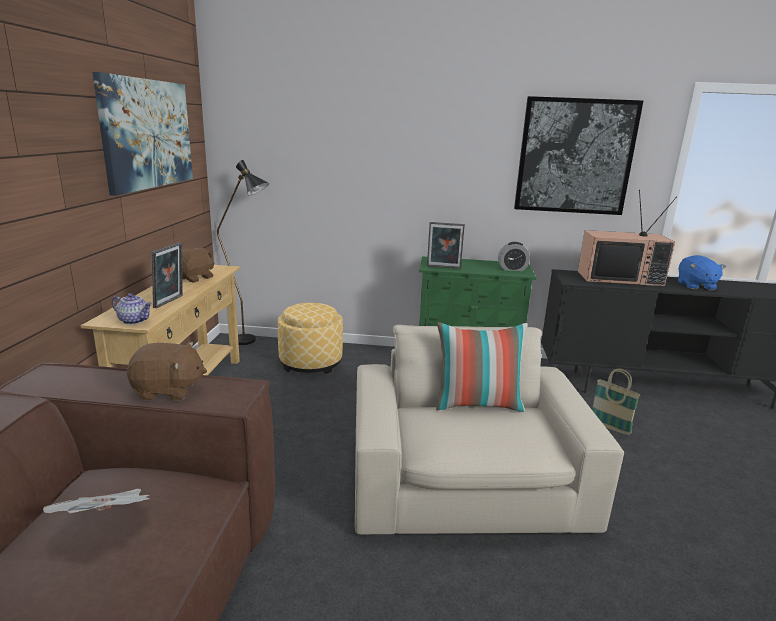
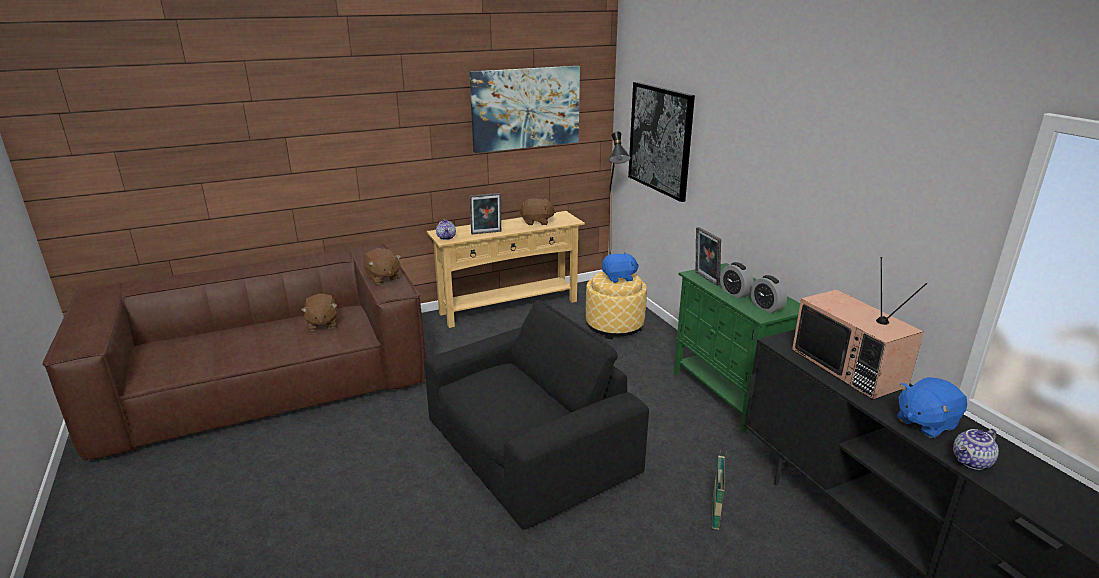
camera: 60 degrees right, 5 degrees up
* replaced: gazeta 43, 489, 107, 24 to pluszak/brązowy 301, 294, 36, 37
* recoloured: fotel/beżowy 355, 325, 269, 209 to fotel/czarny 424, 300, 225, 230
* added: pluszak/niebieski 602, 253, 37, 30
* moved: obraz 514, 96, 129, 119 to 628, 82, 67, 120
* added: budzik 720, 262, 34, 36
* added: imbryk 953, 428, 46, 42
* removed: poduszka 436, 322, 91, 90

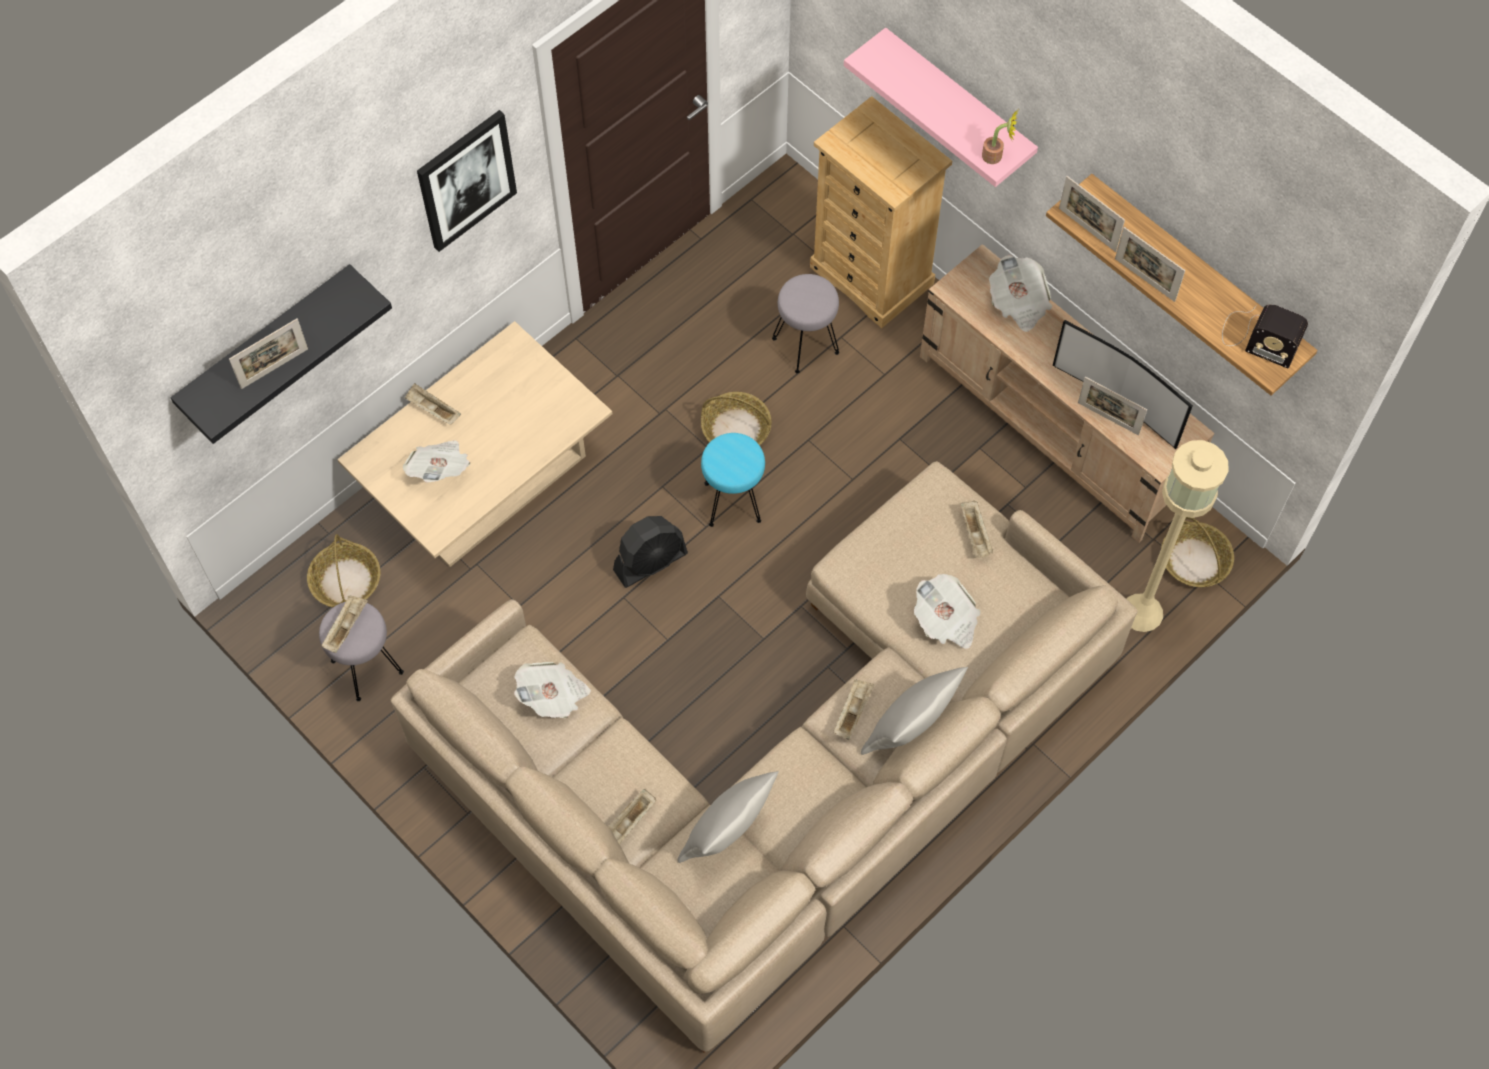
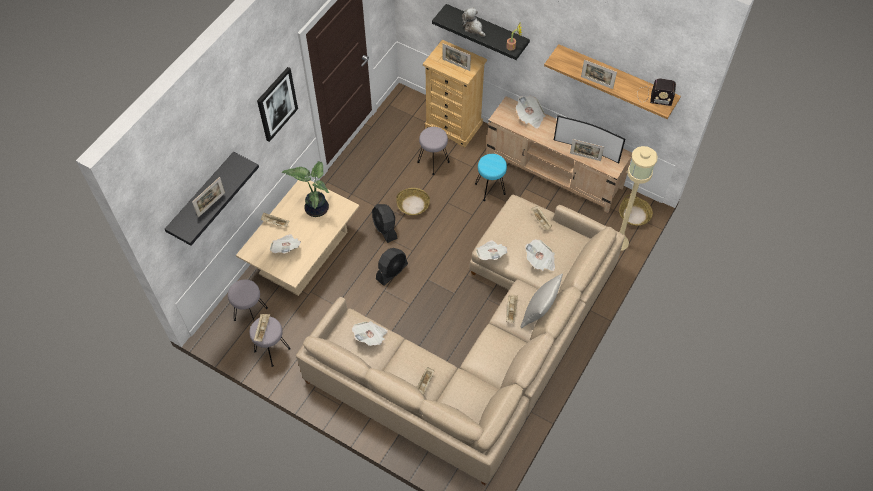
camera: 15 degrees left, 5 degrees down
* replaced: koszyk 307, 534, 73, 73 to stołek/szary 228, 279, 40, 42
* added: roślina doniczkowa 282, 161, 47, 56
* added: wentylator/czarny 372, 204, 25, 39
* recoloured: półka/różowy 844, 28, 194, 159 to półka/czarny 432, 4, 98, 56
* moved: ramka na zdjęcie 1059, 176, 66, 76 to 443, 43, 28, 28
* added: pluszak 462, 8, 24, 29
* moved: stołek/turkusowy 701, 433, 64, 94 to 475, 154, 32, 47
* added: gazeta 476, 240, 31, 20
* removed: poduszka/szary 677, 771, 102, 92

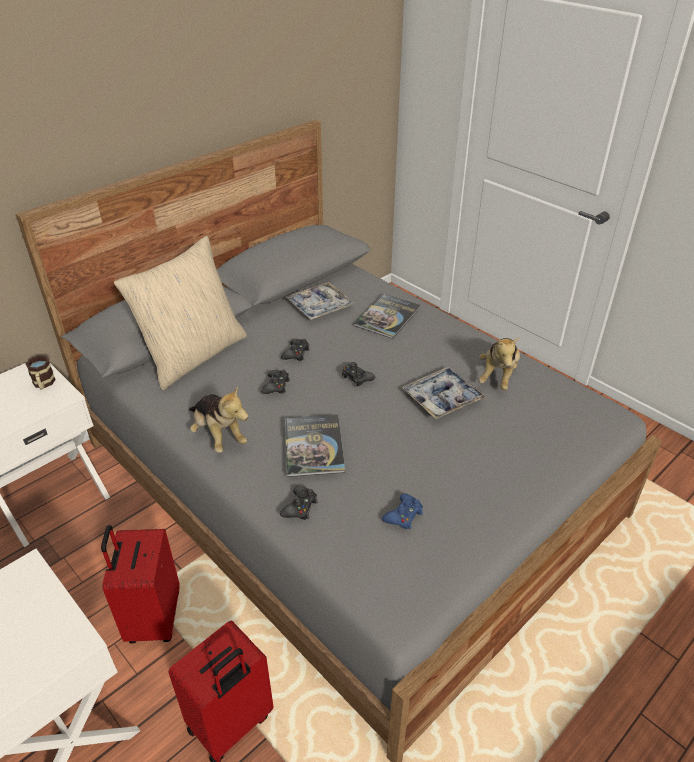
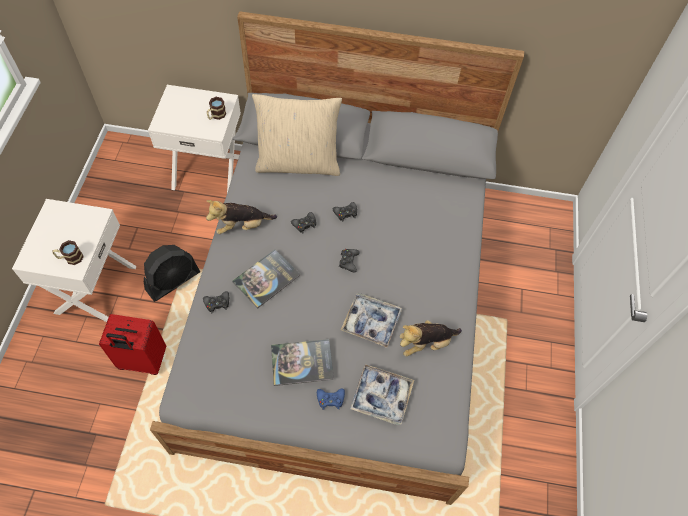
camera: 50 degrees right, 20 degrees up
* added: kubek 53, 240, 31, 25
* replaced: walizka/czerwony 101, 525, 79, 118 to wentylator/czarny 144, 245, 56, 57
* turned: pluszak 189, 385, 60, 68 = 206, 200, 71, 34 60 degrees clockwise
* moved: książka 353, 294, 68, 45 to 271, 339, 63, 47
* moved: pad do gier/niebieski 382, 493, 41, 36 to 317, 389, 28, 21
* moved: taca 285, 282, 69, 38 to 350, 364, 64, 61

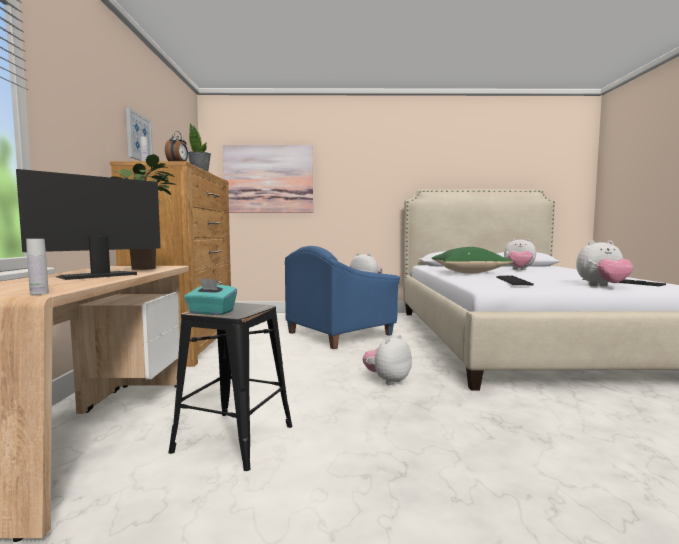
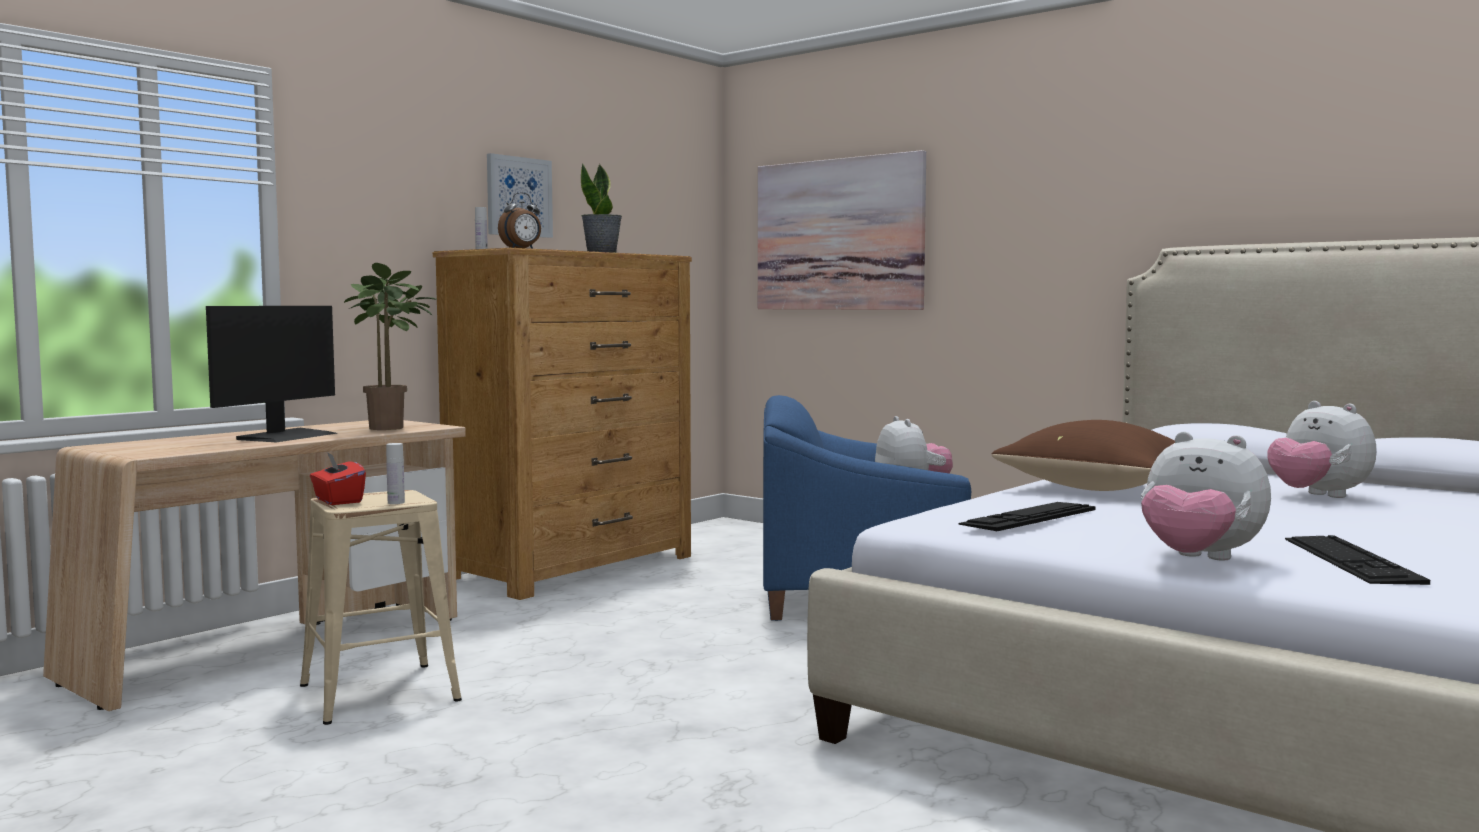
camera: 40 degrees right, 0 degrees up
* turned: monitor 16, 169, 145, 111 = 206, 306, 131, 136 120 degrees clockwise
* recoloured: stołek/czarny 168, 303, 124, 168 to stołek/beżowy 300, 490, 162, 235
* recoloured: pudełko chusteczek/turkusowy 184, 278, 53, 37 to pudełko chusteczek/czerwony 310, 452, 56, 53
* moved: butelka/biały 26, 239, 23, 56 to 386, 443, 19, 61
* recoloured: poduszka/zielony 432, 247, 82, 27 to poduszka/brązowy 992, 420, 183, 71
* removed: pluszak 363, 335, 49, 50

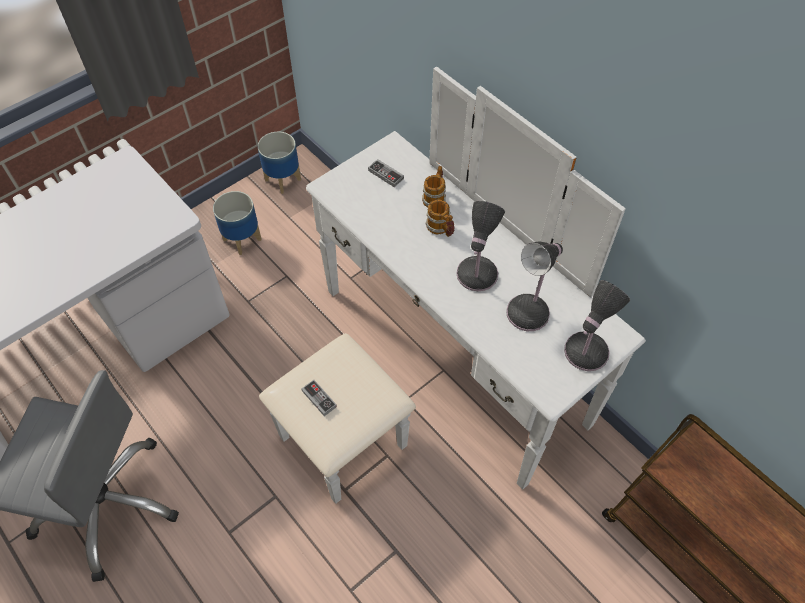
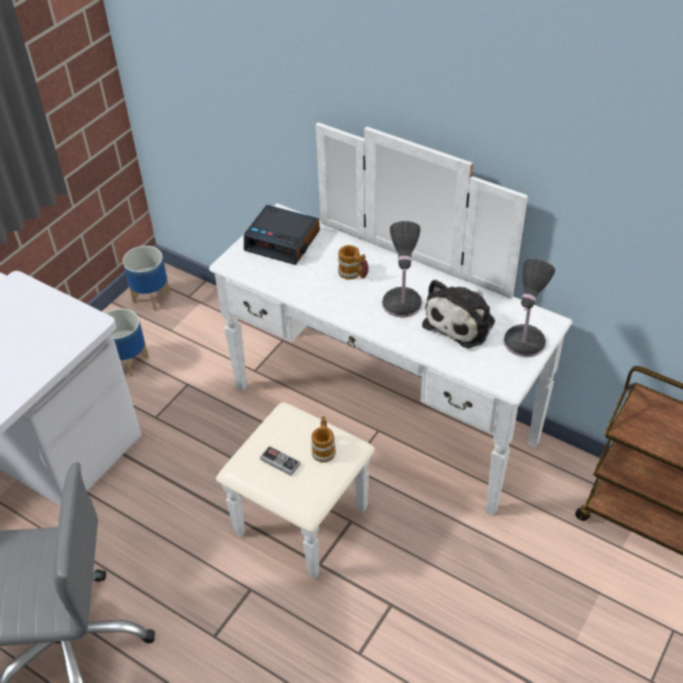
camera: 15 degrees left, 10 degrees down
* replaced: pad do gier 368, 159, 36, 28 to budzik 244, 205, 76, 60
* moved: kubek 422, 166, 24, 41 to 311, 417, 25, 45
* replaced: lampa stołowa 506, 242, 57, 89 to pluszak 422, 280, 73, 68

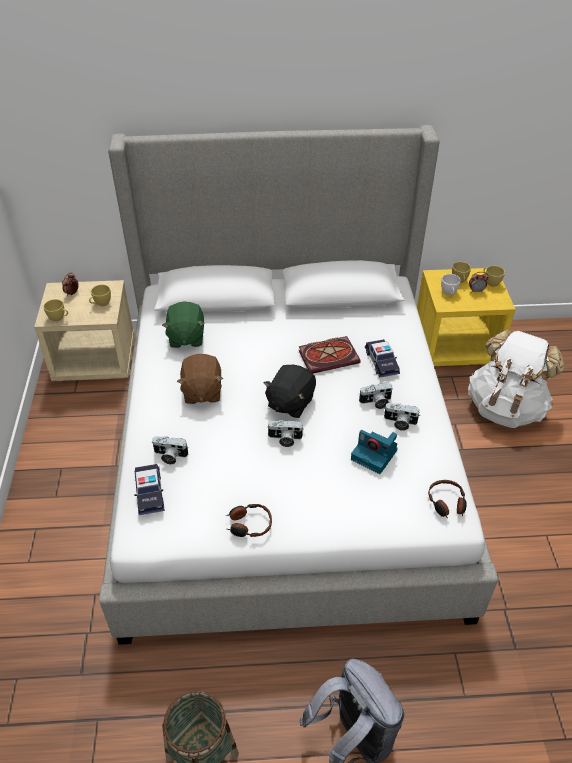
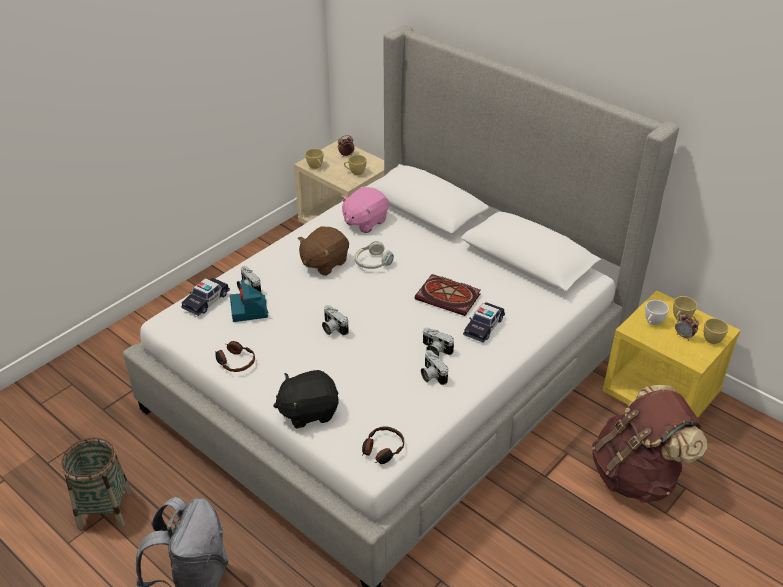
camera: 45 degrees right, 5 degrees down
* moved: aparat fotograficzny 351, 430, 47, 44 to 230, 279, 38, 43
* moved: pluszak/czarny 264, 365, 52, 53 to 273, 370, 66, 59
* recoloured: pluszak/zielony 162, 302, 43, 46 to pluszak/różowy 341, 187, 48, 46
* added: słuchawki 355, 241, 39, 28
* recoloured: plecak/biały 468, 329, 96, 99 to plecak/brązowy 592, 385, 115, 118

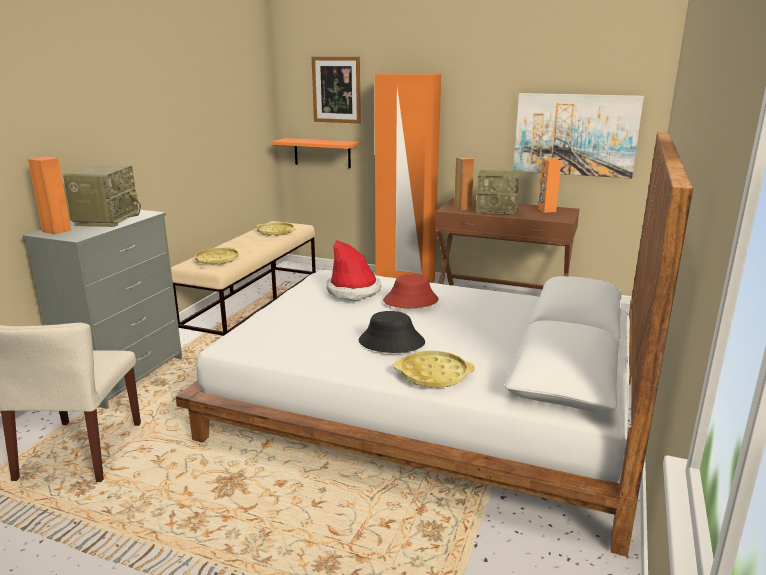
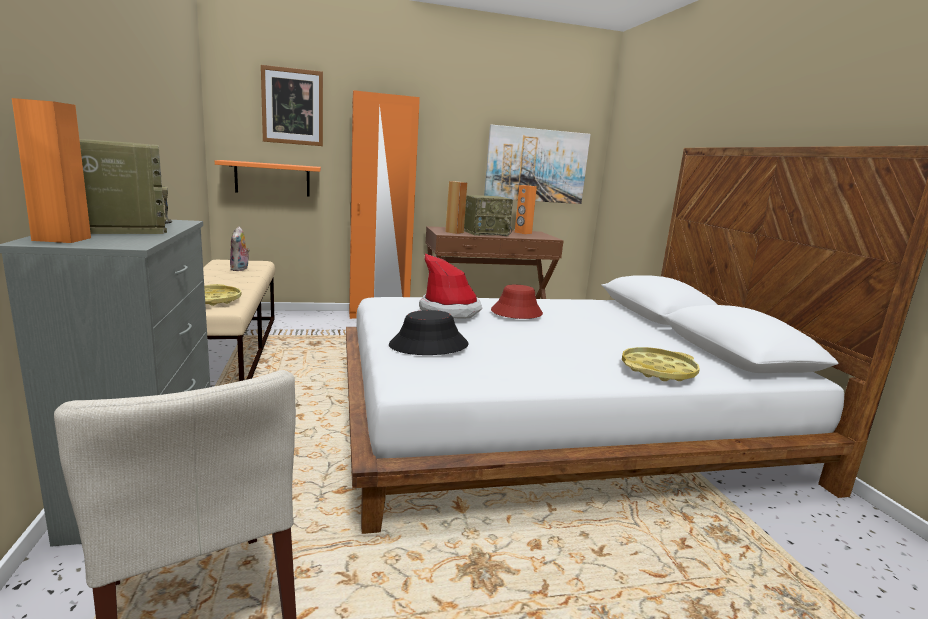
camera: 35 degrees left, 5 degrees down
* replaced: taca/żółty 256, 222, 40, 14 to pluszak 230, 227, 20, 44
* moved: kapelusz/czarny 359, 311, 66, 42 to 389, 310, 80, 45

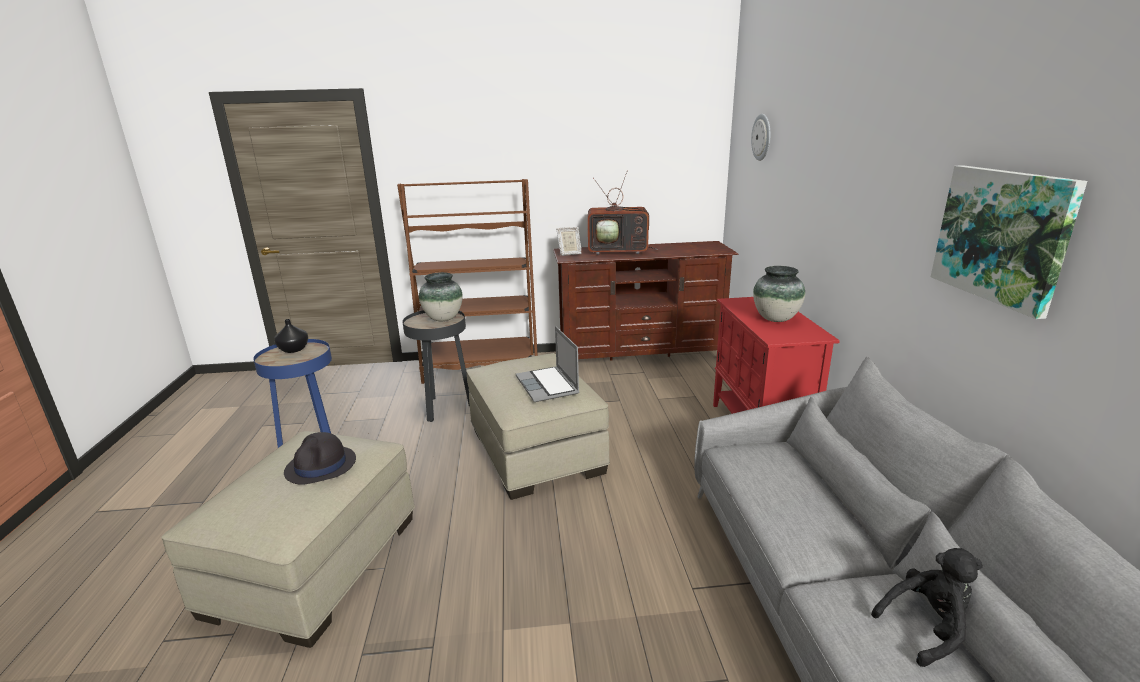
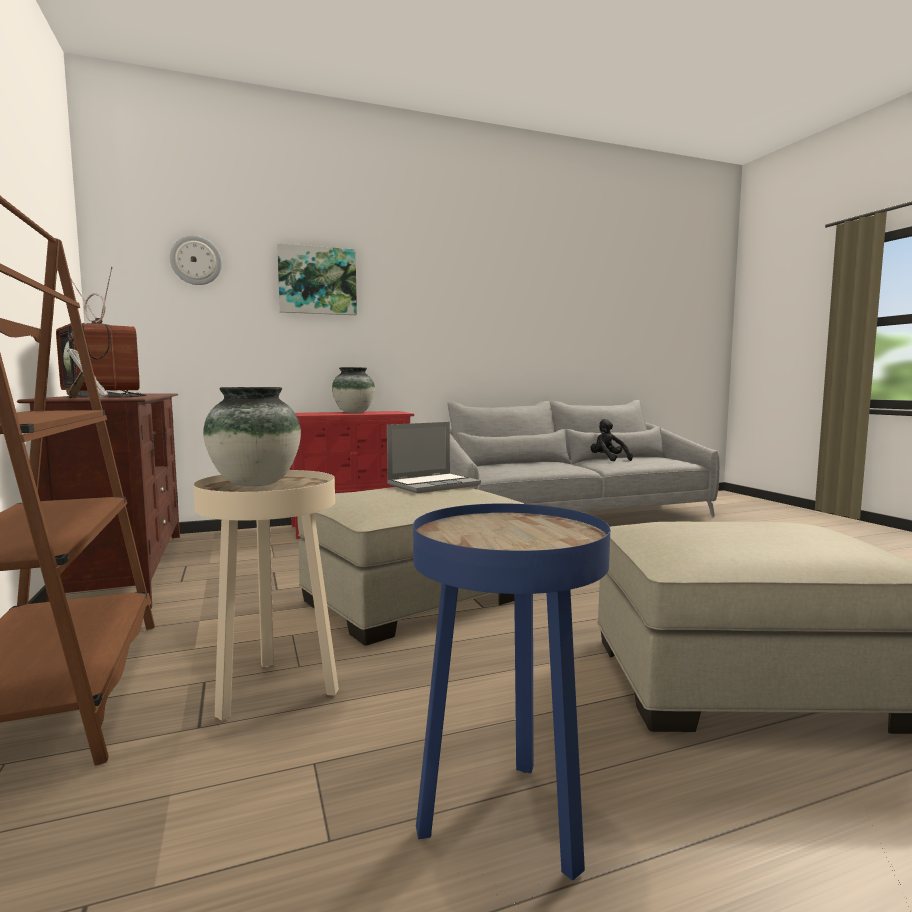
camera: 105 degrees left, 15 degrees down
* turned: telewizor 588, 170, 70, 85 = 56, 267, 90, 130 150 degrees clockwise
* recoloured: stolik/czarny 402, 310, 68, 112 to stolik/beżowy 193, 470, 146, 250
* moved: obraz 931, 165, 156, 154 to 277, 243, 80, 72
* removed: wazon/czarny 274, 319, 34, 34
* removed: kapelusz/czarny 284, 432, 72, 53

